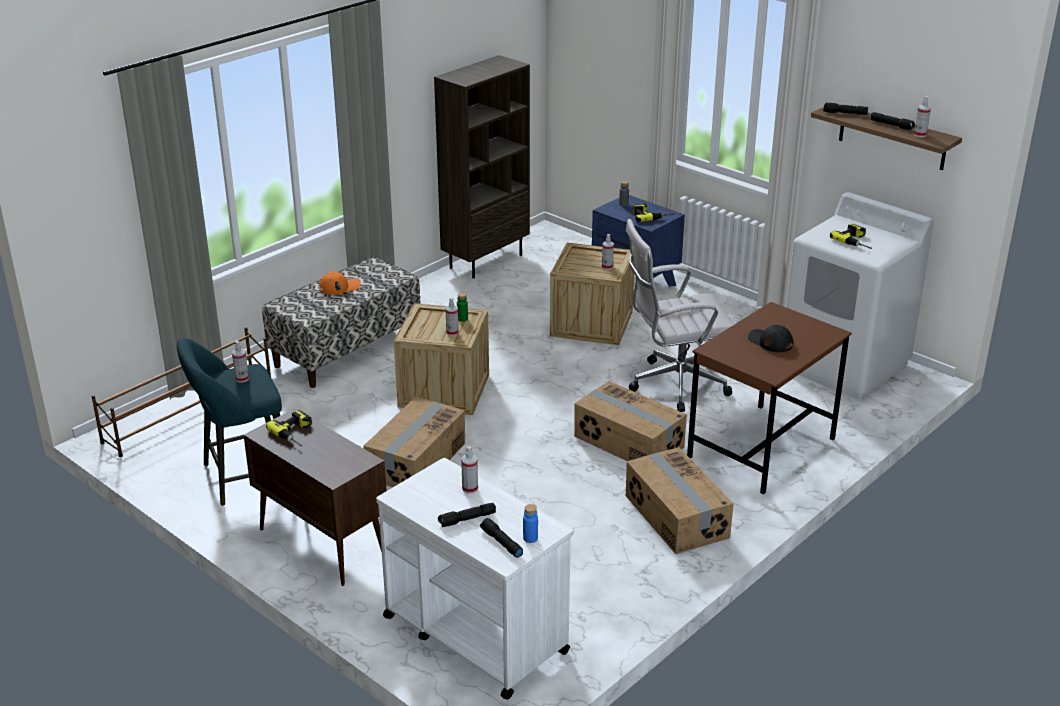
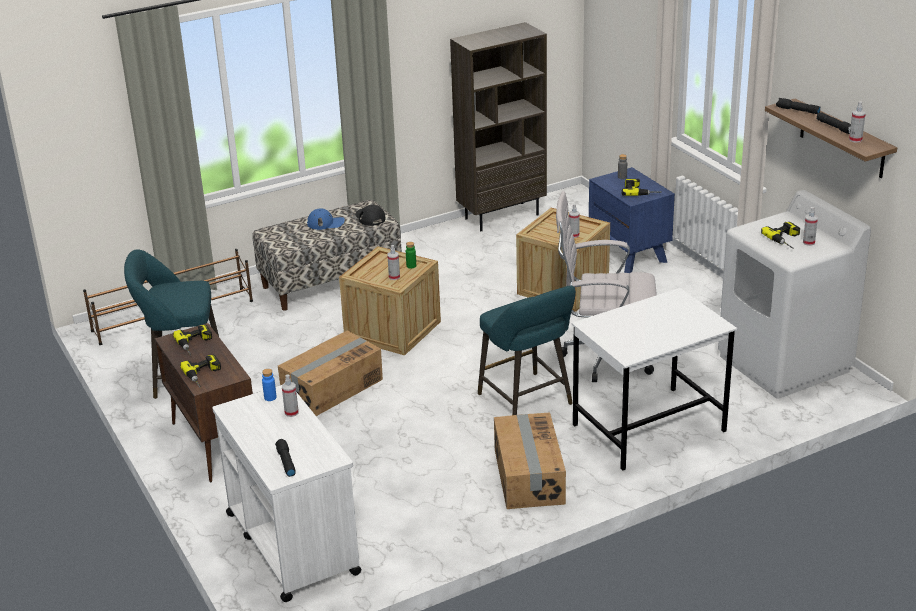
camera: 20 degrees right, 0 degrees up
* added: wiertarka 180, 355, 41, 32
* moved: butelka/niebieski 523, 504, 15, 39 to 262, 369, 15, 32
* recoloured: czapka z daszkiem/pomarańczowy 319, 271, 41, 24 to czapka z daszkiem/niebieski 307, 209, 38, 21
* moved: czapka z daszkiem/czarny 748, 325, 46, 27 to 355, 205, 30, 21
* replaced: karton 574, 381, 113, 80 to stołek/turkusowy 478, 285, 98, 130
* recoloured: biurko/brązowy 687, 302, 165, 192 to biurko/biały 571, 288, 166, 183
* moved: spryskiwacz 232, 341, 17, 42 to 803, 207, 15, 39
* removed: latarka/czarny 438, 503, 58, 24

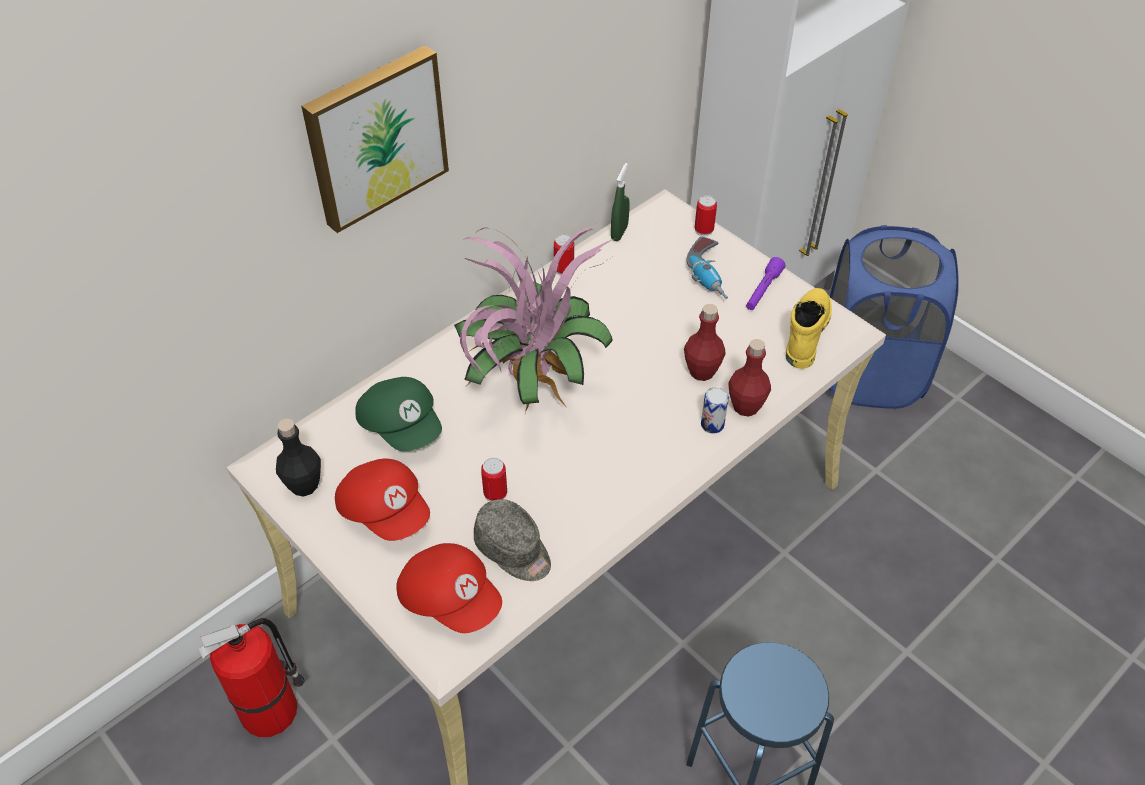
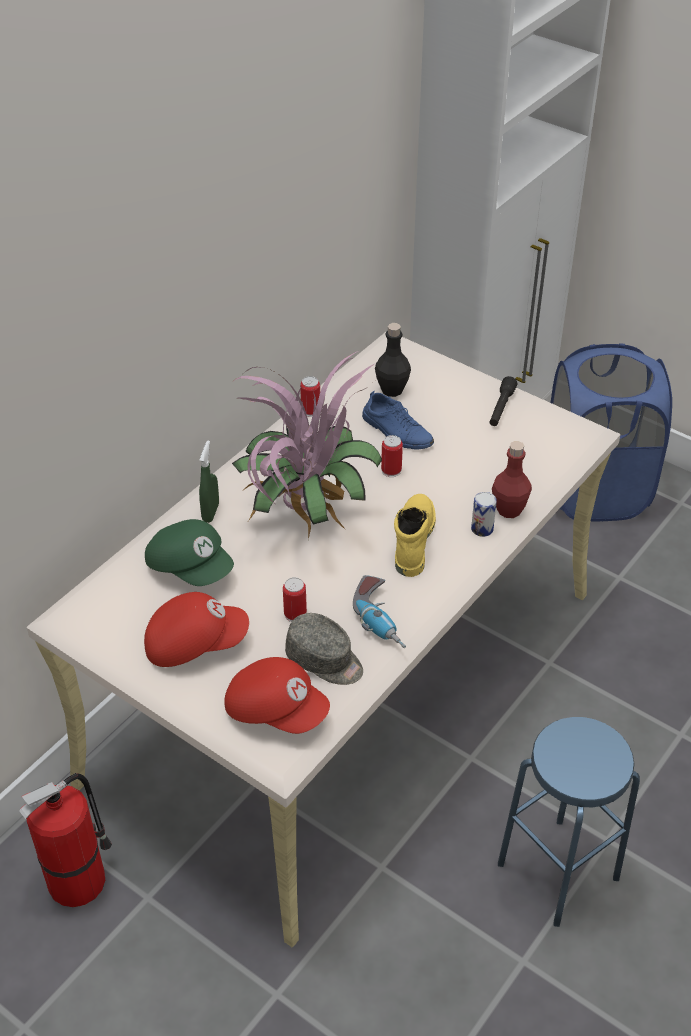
camera: 10 degrees left, 5 degrees down
* turned: czapka z daszkiem/czerwony 335, 459, 95, 82 = 144, 592, 105, 75 45 degrees counterclockwise
* moved: spryskiwacz/zielony 611, 163, 19, 78 to 199, 441, 20, 82
* moved: wiertarka 686, 237, 42, 62 to 353, 575, 53, 73
* added: but/niebieski 362, 391, 72, 58
* moved: butelka/czarny 276, 418, 45, 79 to 375, 323, 36, 74
* moved: puszka 695, 195, 22, 41 to 381, 435, 22, 42
* moved: but z cholewką/żółty 786, 288, 46, 81 to 394, 494, 42, 83
* recoloured: latarka/fioletowy 746, 257, 39, 53 to latarka/czarny 490, 376, 27, 50
* removed: obraz 301, 45, 148, 188
* removed: butelka/czerwony 684, 304, 42, 77

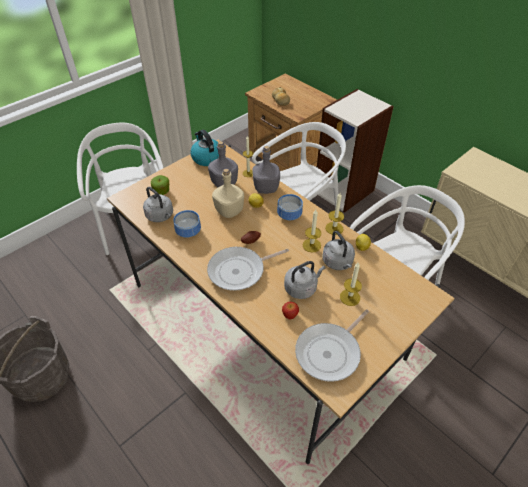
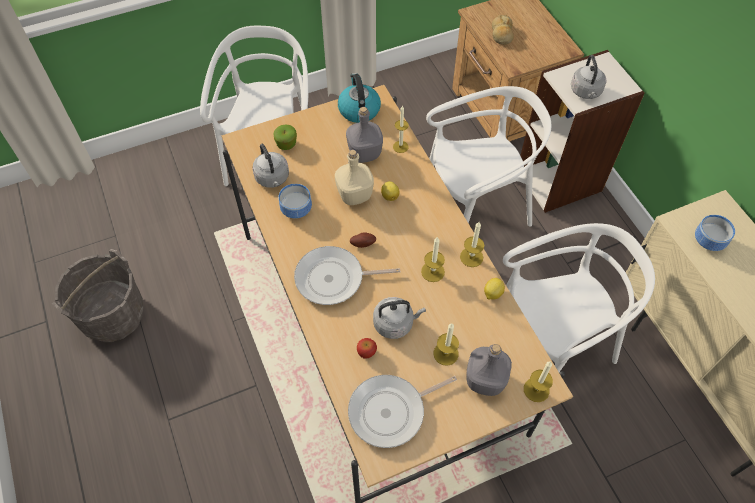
camera: 20 degrees right, 10 degrees up
* moved: butelka/szary 252, 146, 28, 48 to 466, 344, 46, 52
* added: świeca 524, 361, 29, 41
* moved: czajnik/szary 322, 231, 33, 39 to 571, 55, 35, 44
* moved: miska 277, 194, 26, 27 to 695, 215, 40, 36

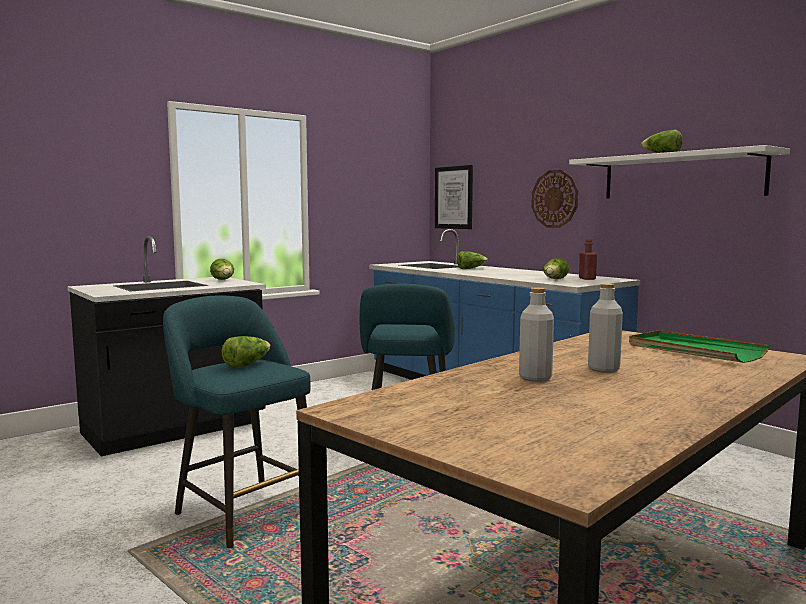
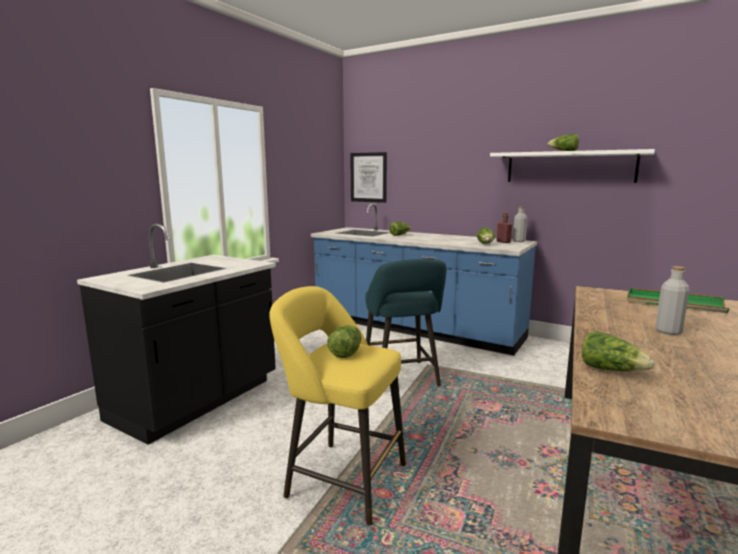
camera: 20 degrees left, 5 degrees up
* recoloured: stołek/turkusowy 163, 296, 148, 252 to stołek/żółty 270, 286, 136, 240
* moved: butelka/szary 519, 288, 35, 94 to 513, 206, 14, 36
* moved: sałata 210, 259, 24, 21 to 582, 331, 73, 40
* removed: zegar ścienny 531, 170, 47, 58

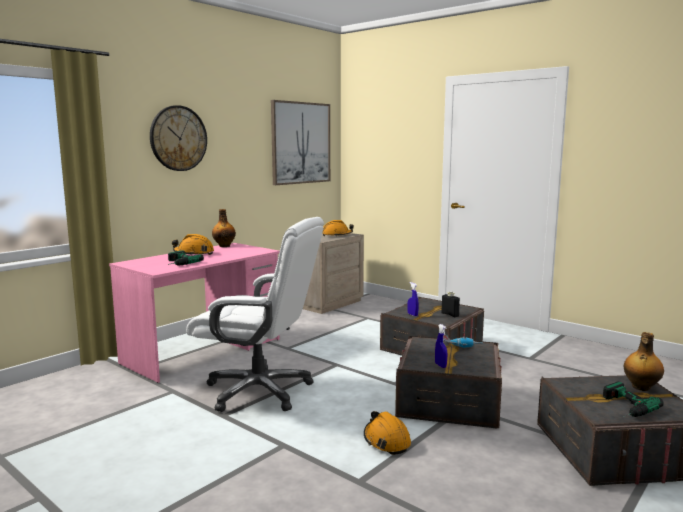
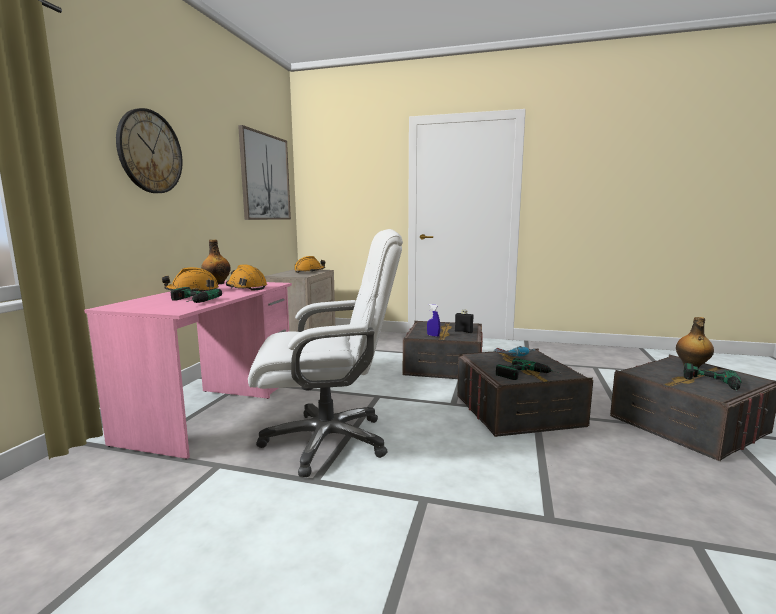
camera: 25 degrees left, 0 degrees up
* moved: kask/pomarańczowy 364, 411, 47, 44 to 226, 264, 41, 27
* replaced: spryskiwacz/niebieski 435, 324, 12, 44 to wiertarka 496, 358, 64, 22

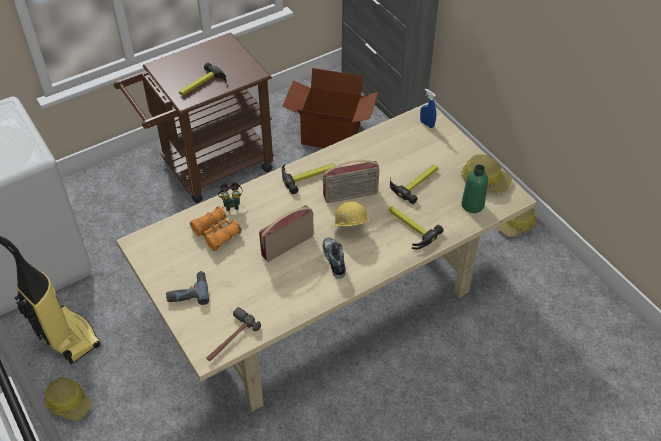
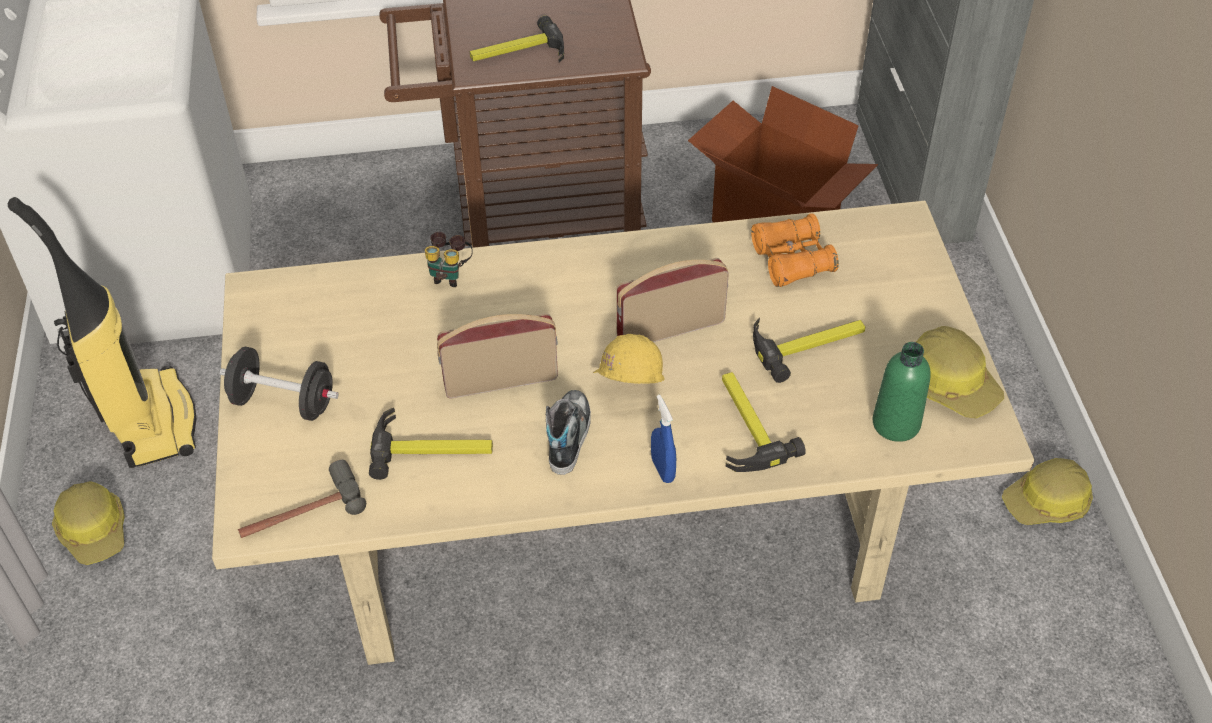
camera: 25 degrees right, 0 degrees up
* replaced: wiertarka 166, 271, 43, 34 to hantel/czarny 220, 347, 119, 74
* moved: młotek 282, 163, 53, 31 to 369, 407, 124, 73
* turned: radio 323, 160, 56, 43 = 616, 258, 113, 84 150 degrees clockwise
* moved: spryskiwacz/niebieski 420, 89, 16, 39 to 651, 395, 25, 88
* moved: lornetka/pomarańczowy 190, 206, 52, 45 to 751, 213, 88, 74

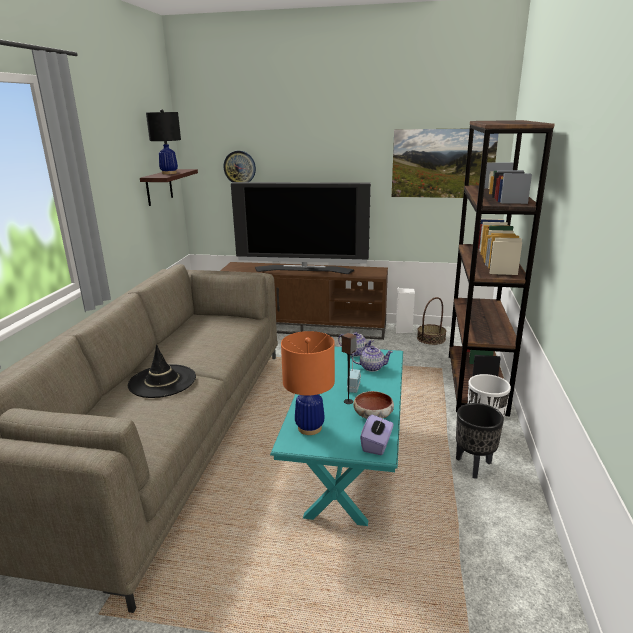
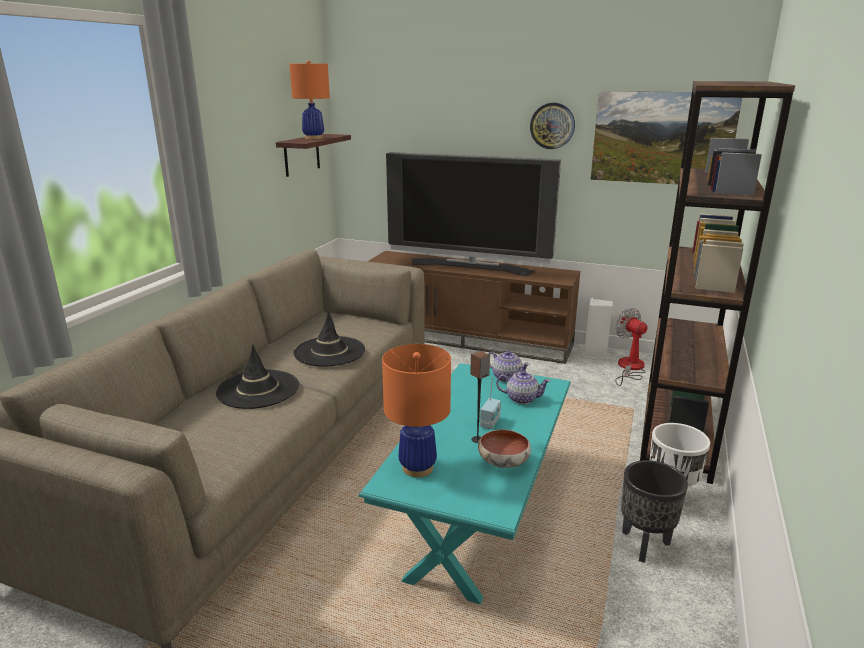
camera: 10 degrees right, 0 degrees up
* recoloured: lampa stołowa/czarny 146, 109, 35, 65 to lampa stołowa/pomarańczowy 290, 60, 40, 79
* added: kapelusz/czarny 294, 311, 71, 56
* moved: zegar ścienny 224, 151, 32, 32 to 530, 103, 45, 46
* replaced: koszyk 417, 297, 29, 48 to wentylator 615, 308, 32, 78
* removed: pudełko chusteczek/fioletowy 360, 415, 34, 40

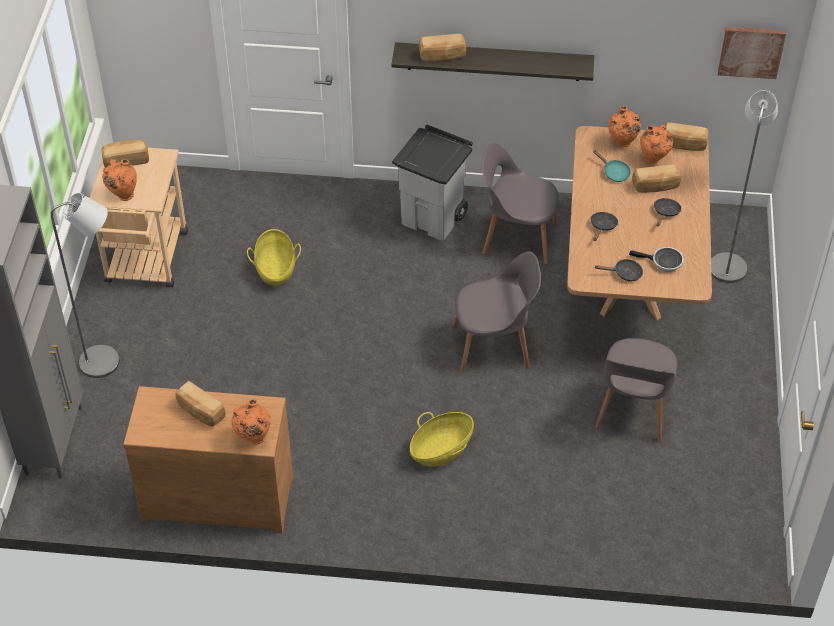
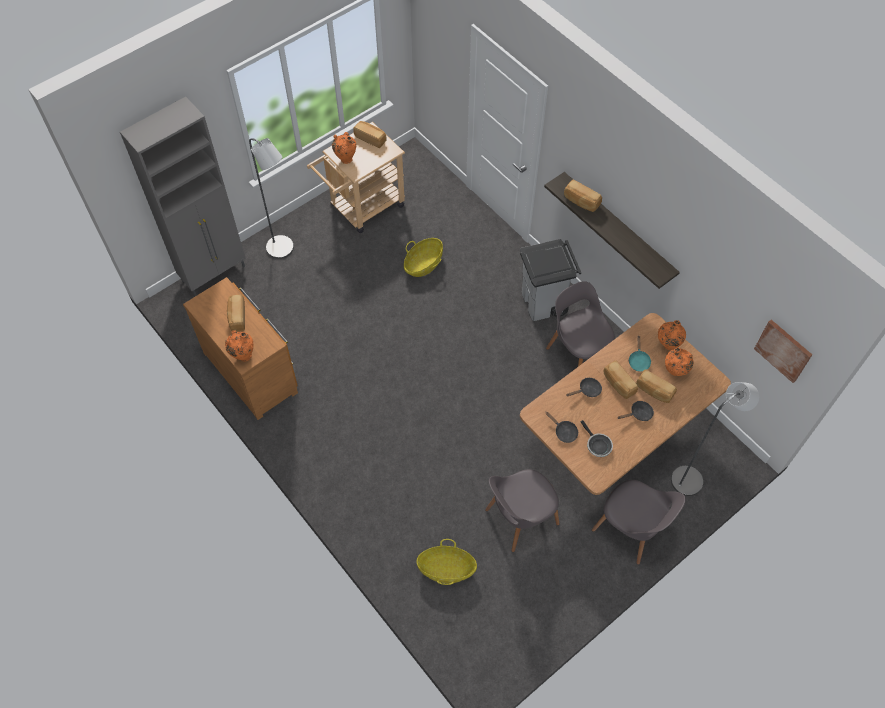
camera: 45 degrees right, 10 degrees up
* moved: koszyk 410, 412, 64, 55 to 416, 539, 61, 46
* moved: krzesło/szary 453, 251, 88, 122 to 592, 480, 94, 85
* moved: chleb 665, 122, 44, 29 to 604, 361, 34, 38

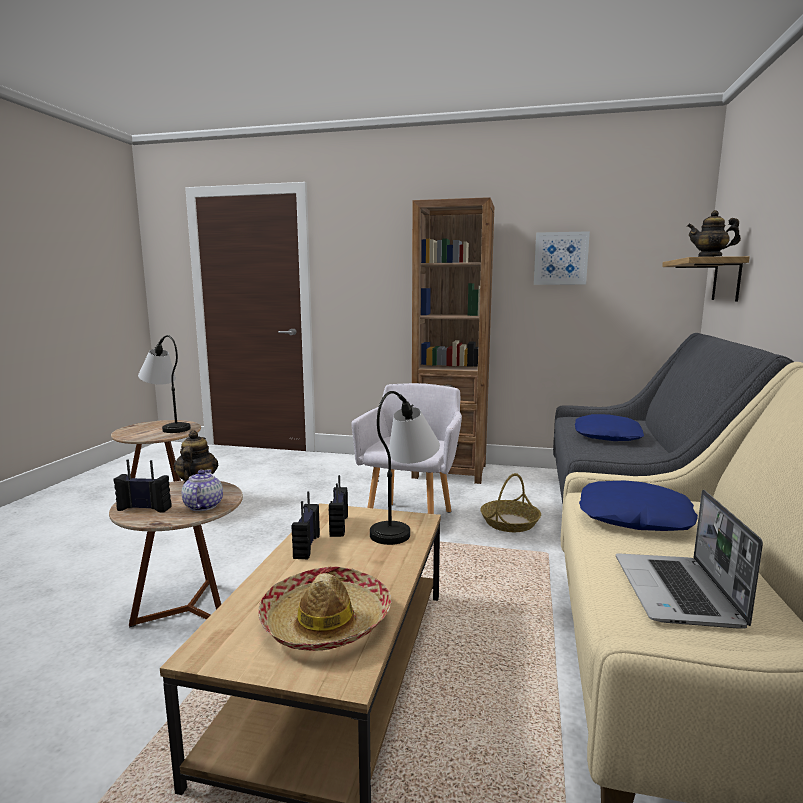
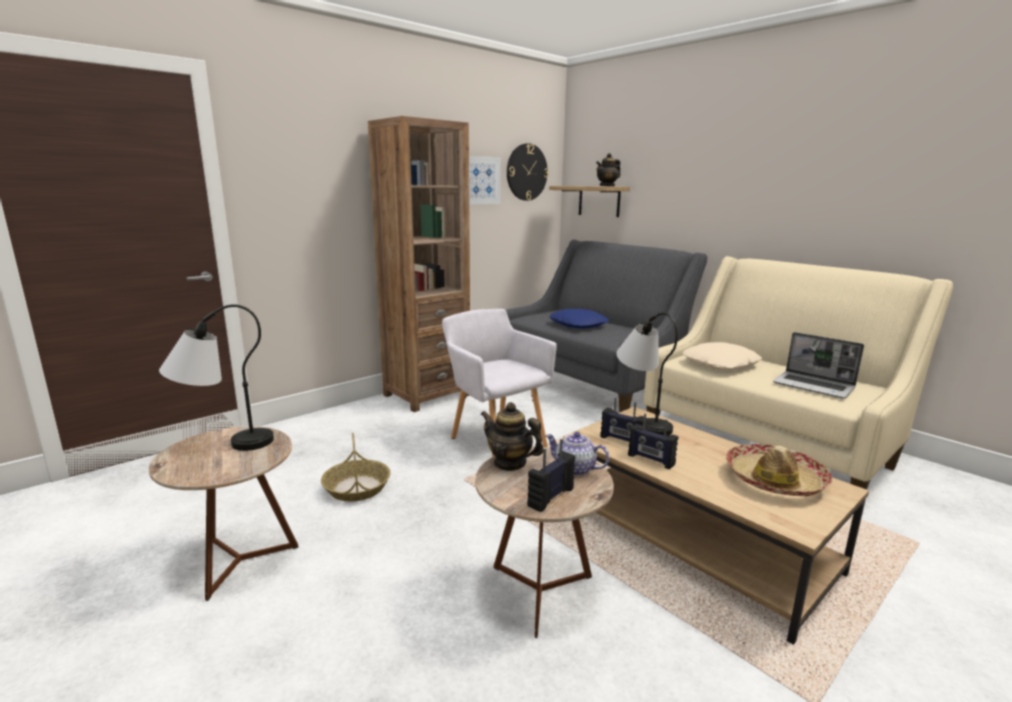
camera: 55 degrees left, 5 degrees up
* moved: koszyk 480, 473, 61, 59 to 321, 433, 69, 68
* added: zegar ścienny 507, 143, 42, 58
* recoloured: poduszka/niebieski 579, 481, 119, 50 to poduszka/beżowy 683, 342, 79, 28

